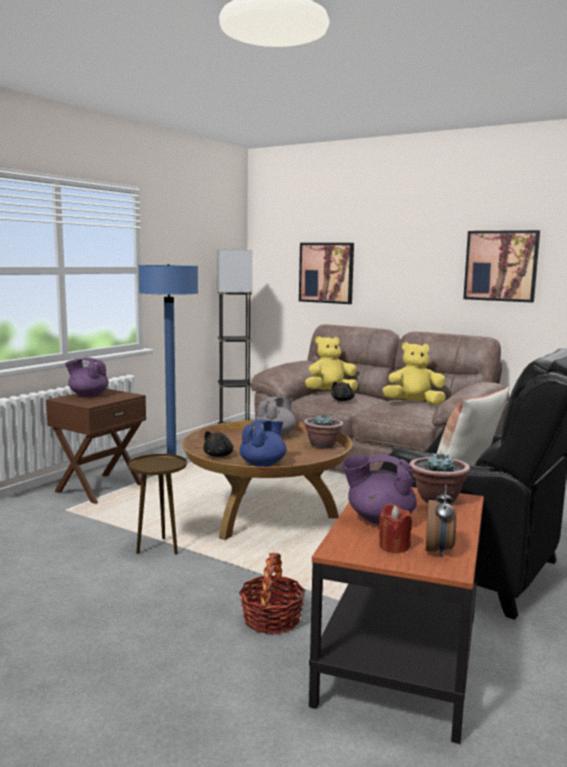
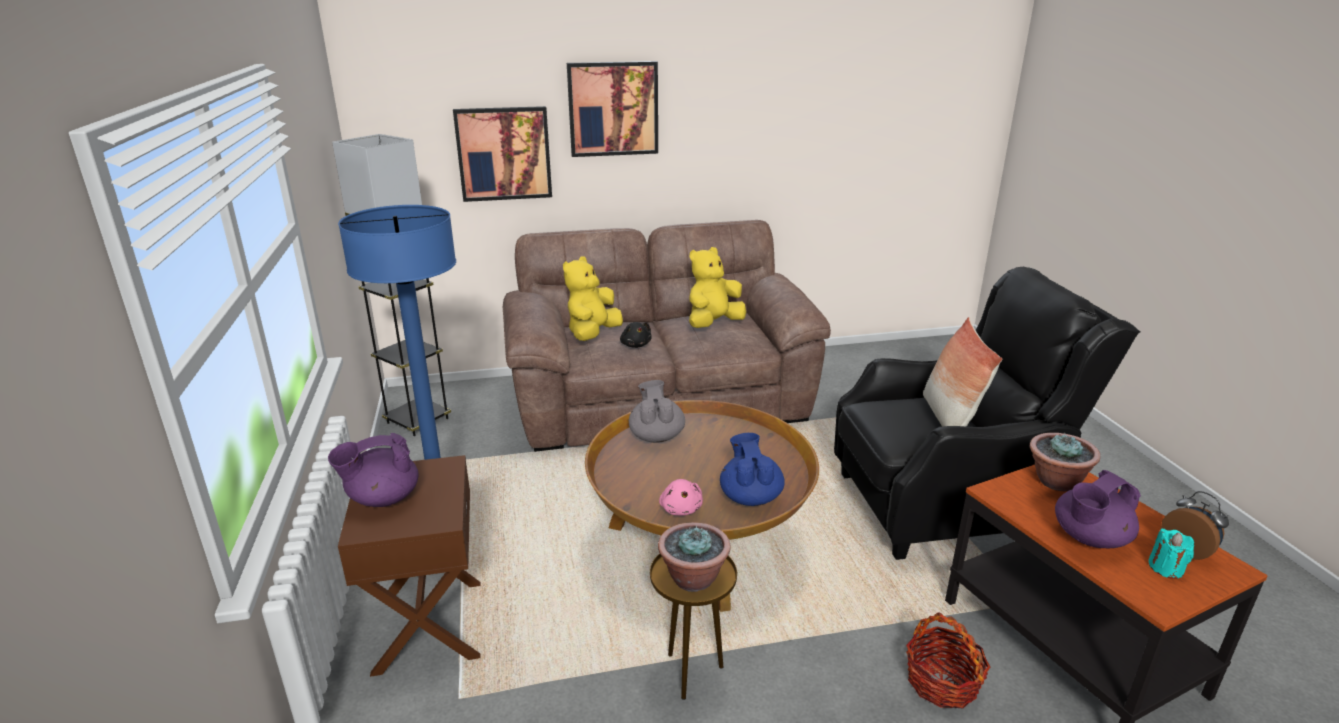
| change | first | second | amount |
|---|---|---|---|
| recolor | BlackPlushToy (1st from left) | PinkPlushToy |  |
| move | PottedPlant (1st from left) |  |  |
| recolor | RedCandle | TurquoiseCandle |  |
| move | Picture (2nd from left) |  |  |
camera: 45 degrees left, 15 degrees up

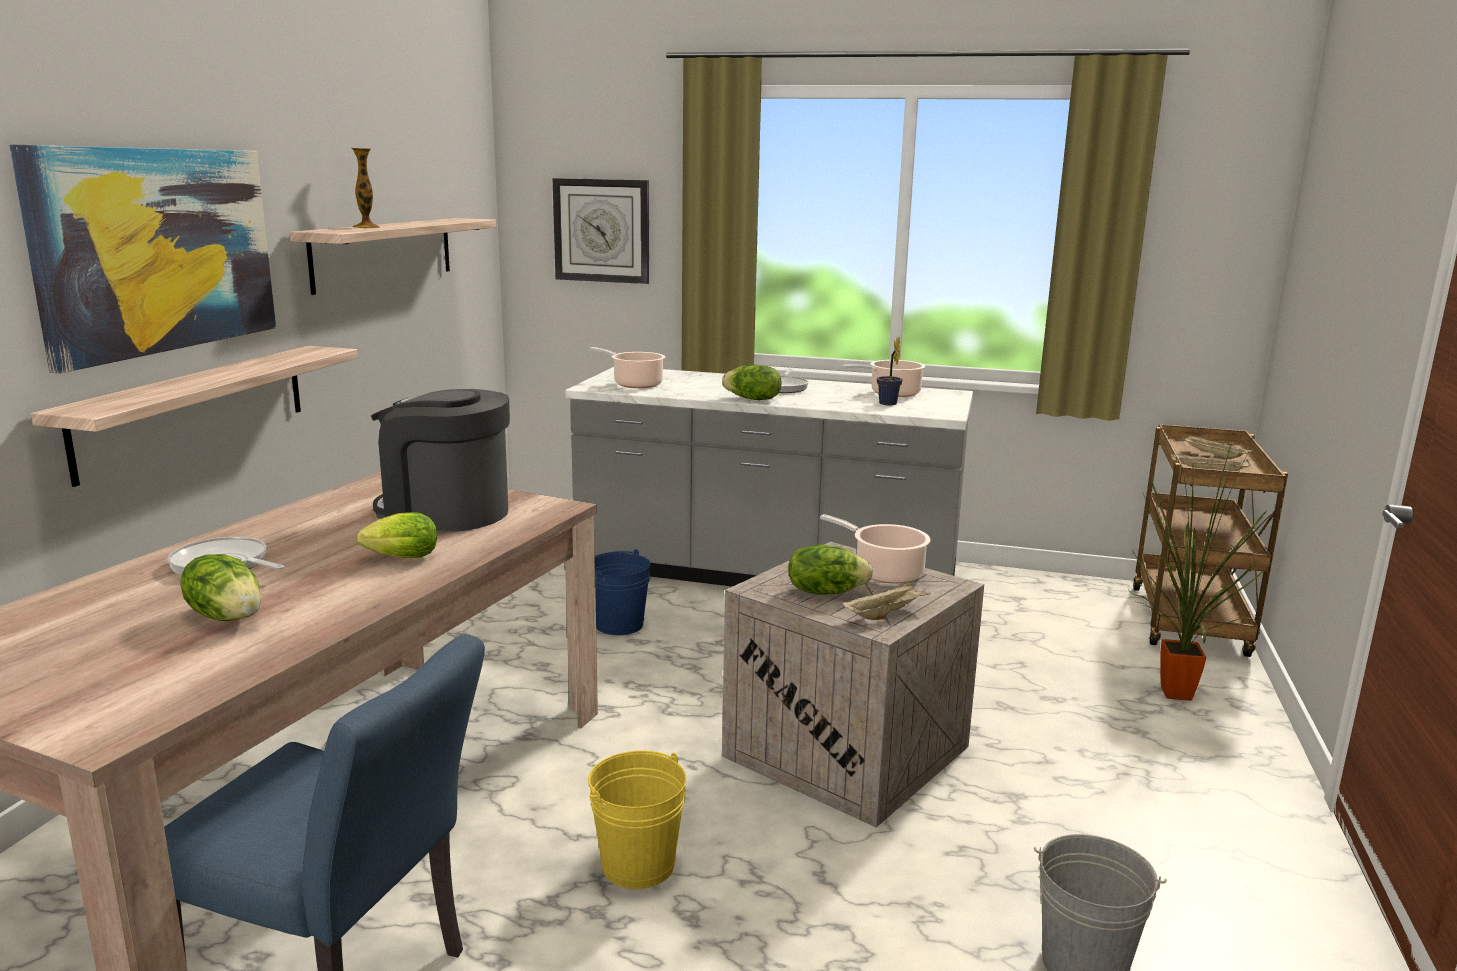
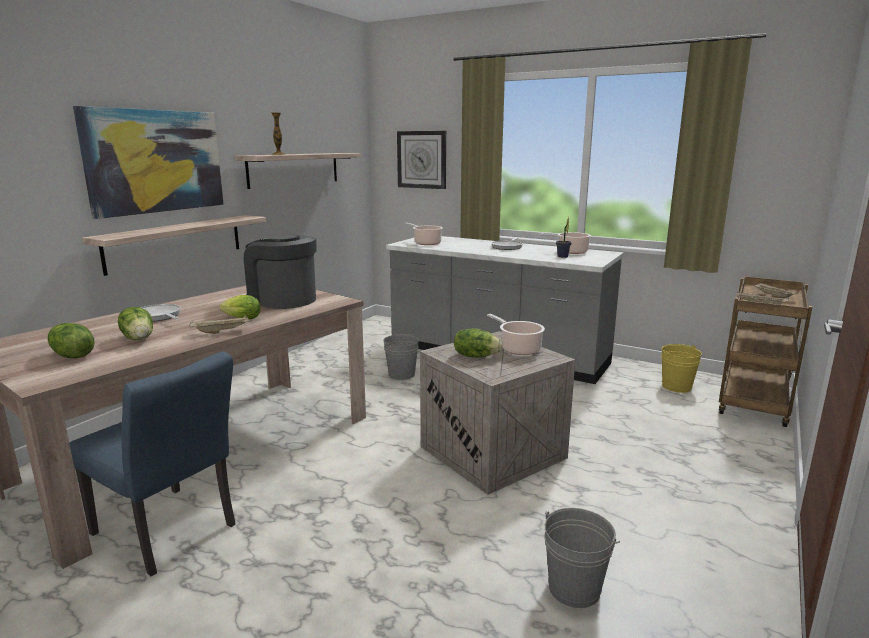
| change | first | second | amount |
|---|---|---|---|
| move | YellowBucket |  |  |
| recolor | BlueBucket | GreyBucket (1st from left) |  |
| move | Lettuce (3rd from left in the first image) | Lettuce (1st from left) |  |
| move | BeigeTray (1st from left) |  |  |
| delete | PottedPlant (2nd from left) |  |  |
camera: 15 degrees right, 0 degrees up

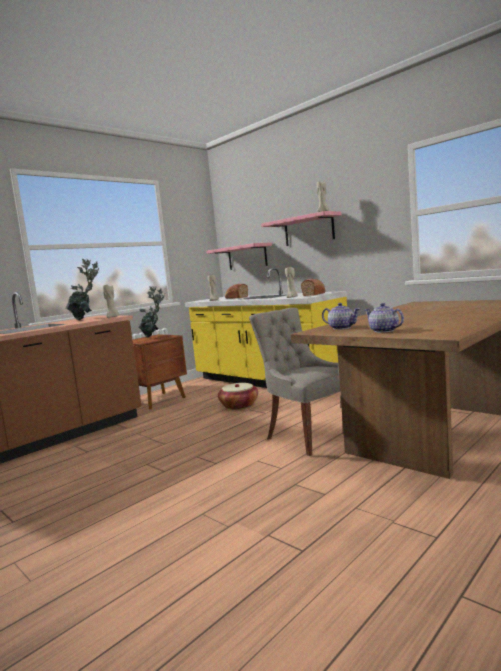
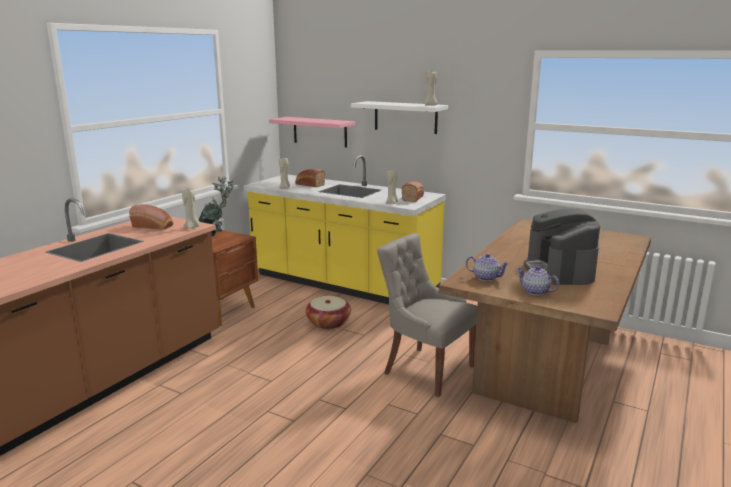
| change | first | second | amount |
|---|---|---|---|
| replace | PottedPlant (1st from left) | Bread (1st from left) |  |
| recolor | PinkShelf (2nd from left) | WhiteShelf |  |
| insert |  | CoffeeMachine |  |
camera: 15 degrees left, 10 degrees up

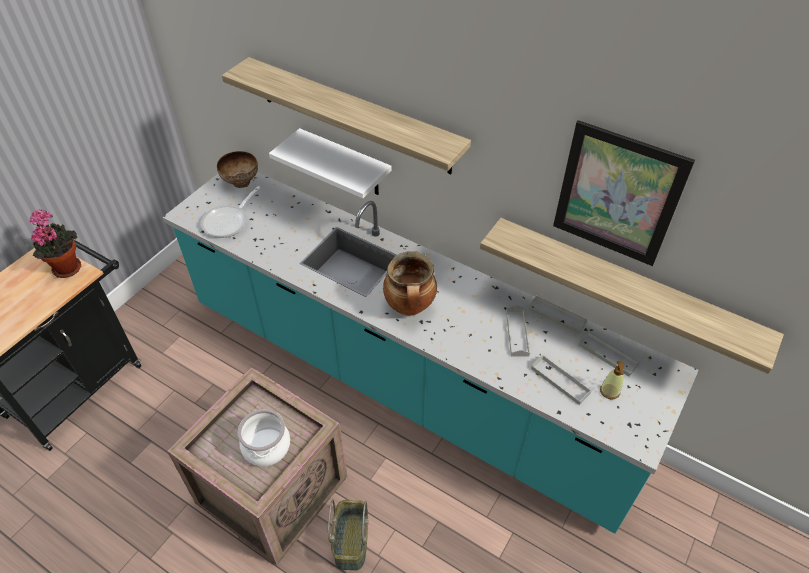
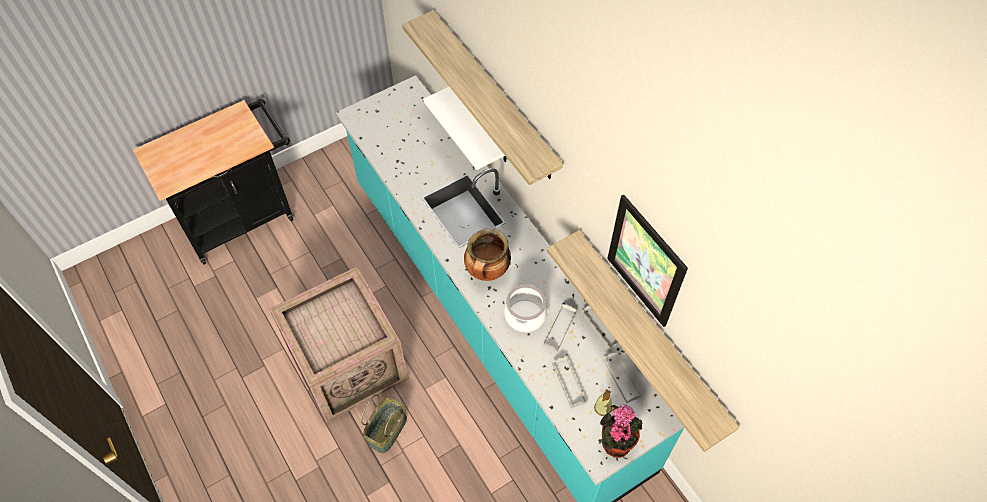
| change | first | second | amount |
|---|---|---|---|
| move | PottedPlant |  |  |
| delete | FryingPan |  |  |
| delete | Bowl |  |  |
| move | CookingPot (1st from left in the first image) | CookingPot (2nd from left) |  |
camera: 25 degrees right, 10 degrees up

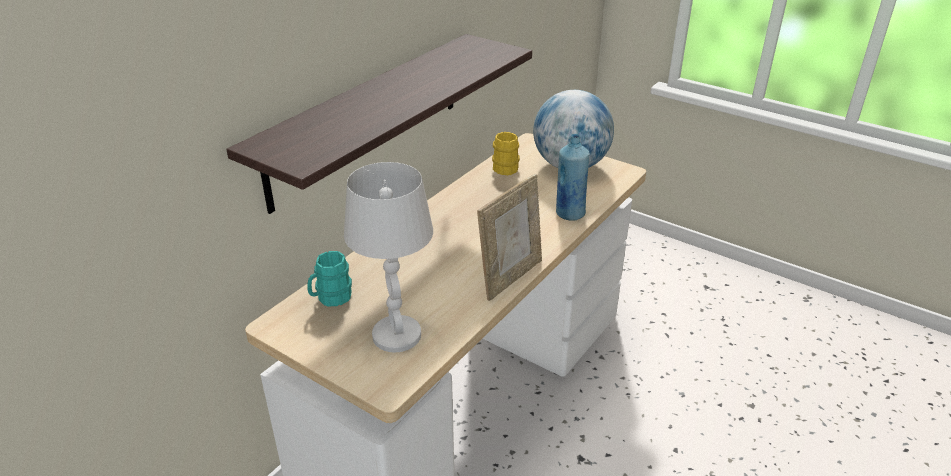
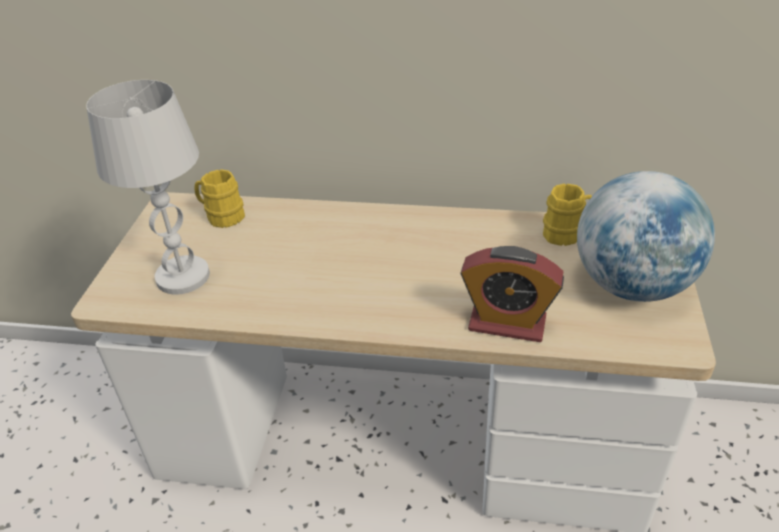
| change | first | second | amount |
|---|---|---|---|
| delete | Shelf |  |  |
| recolor | TurquoiseMug | YellowMug (1st from left) |  |
| delete | PictureFrame |  |  |
| replace | BlueBottle | AlarmClock |  |
camera: 65 degrees right, 5 degrees up

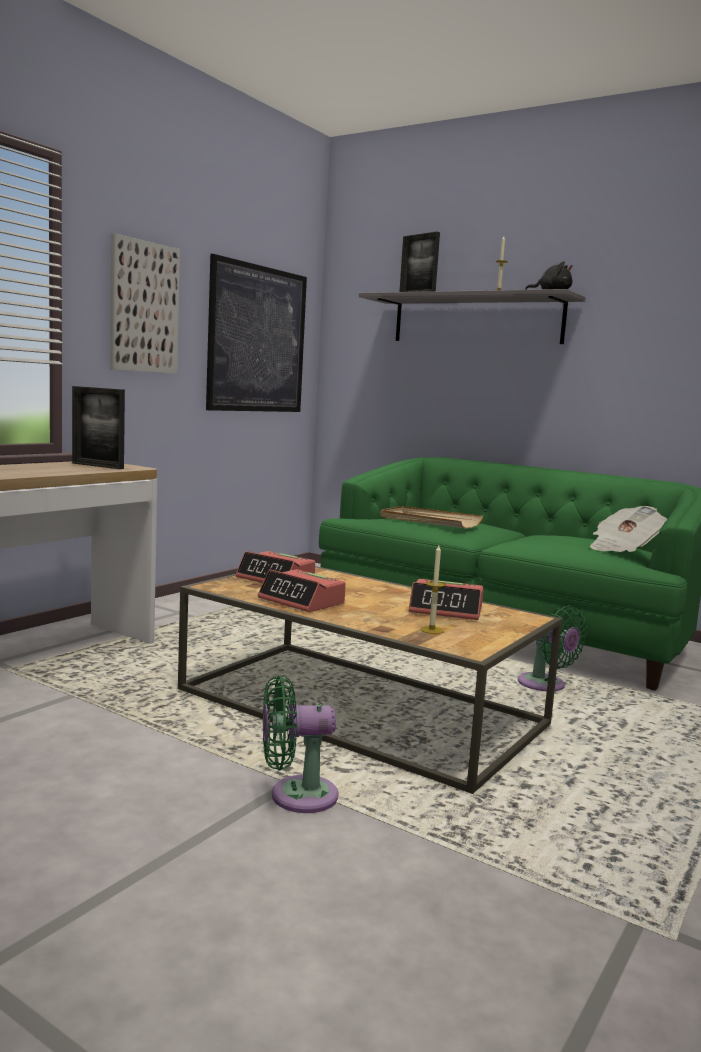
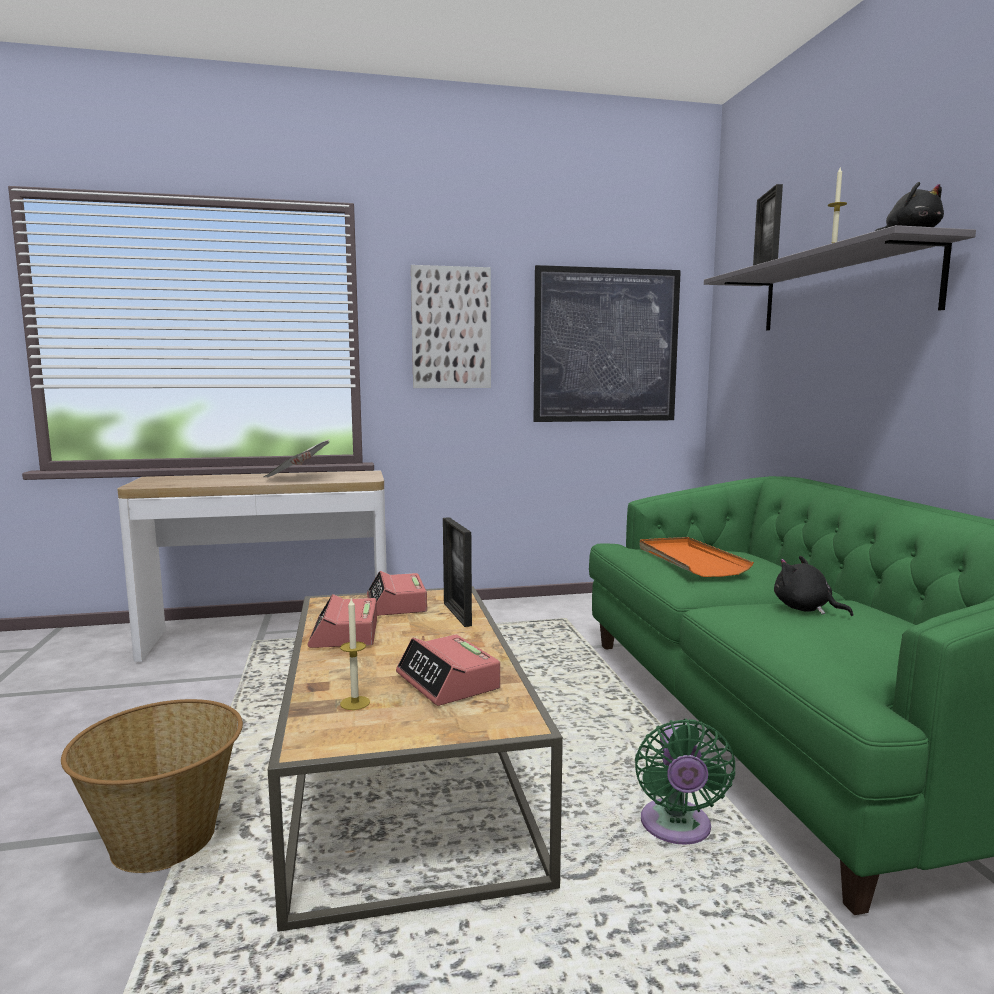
| change | first | second | amount |
|---|---|---|---|
| move | PictureFrame (1st from left) |  |  |
| replace | GreenFan (1st from left) | Basket |  |
| recolor | BeigeTray | OrangeTray |  |
| move | Newspaper |  |  |
| insert |  | BlackPlushToy (1st from left) |  |
camera: 45 degrees right, 0 degrees up

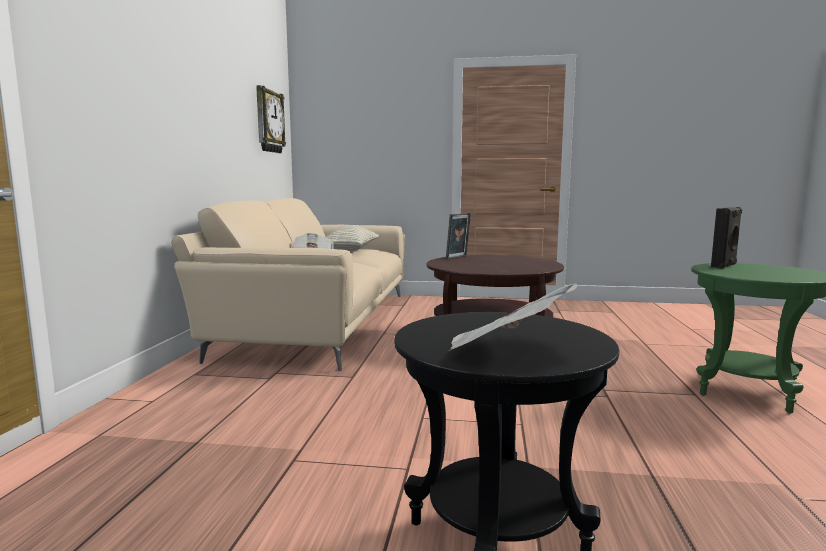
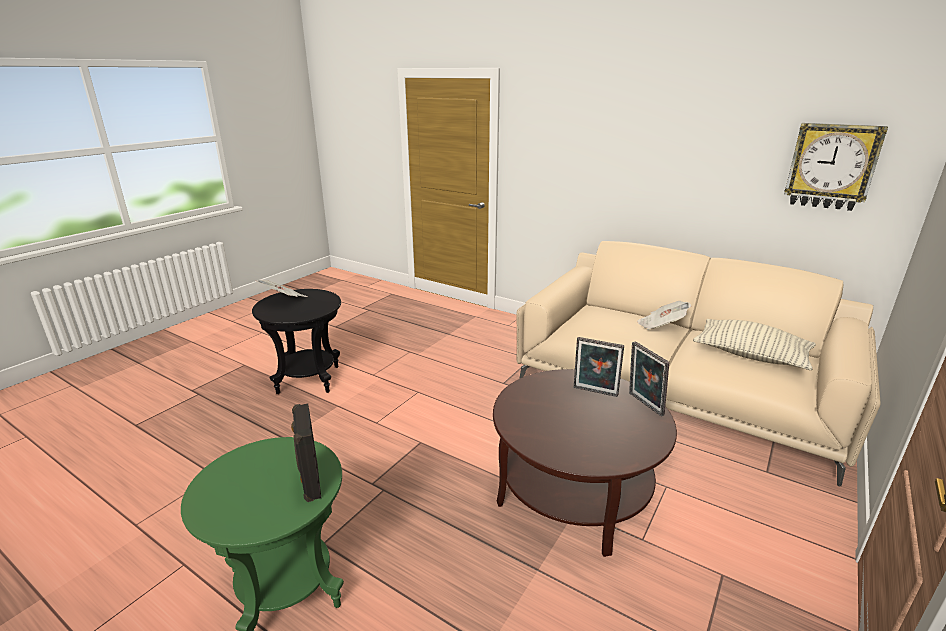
| change | first | second | amount |
|---|---|---|---|
| insert |  | PictureFrame (1st from left) |  |
camera: 115 degrees right, 15 degrees up

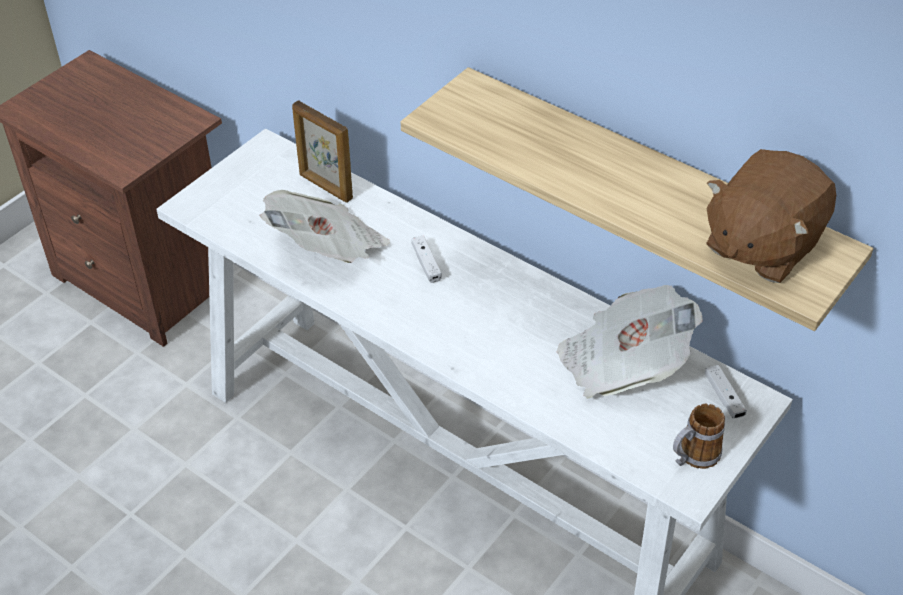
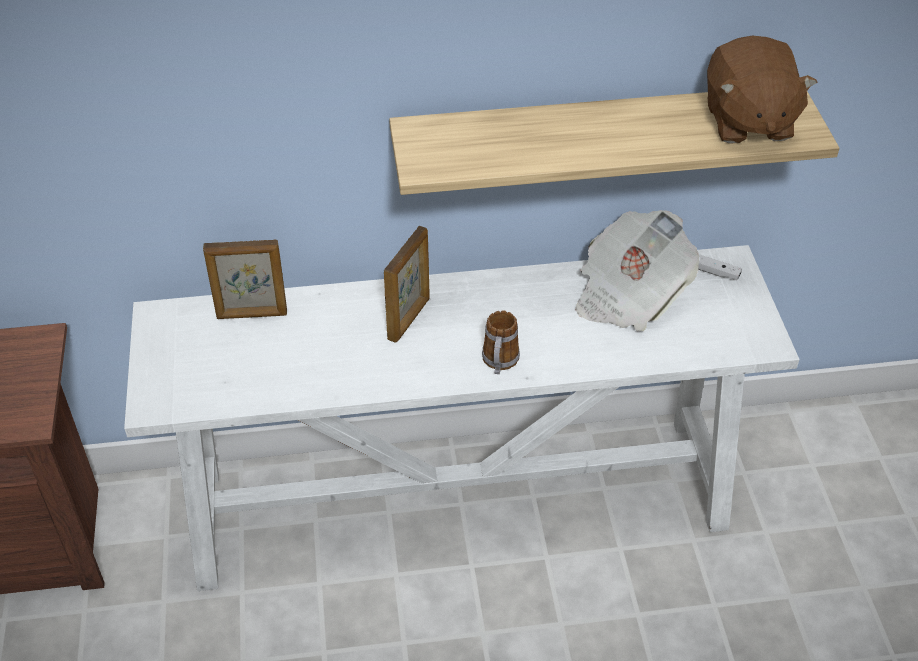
| change | first | second | amount |
|---|---|---|---|
| delete | Newspaper (1st from left) |  |  |
| replace | WhiteGameController (1st from left) | PictureFrame (2nd from left) |  |
| move | Mug |  |  |
camera: 45 degrees left, 0 degrees up

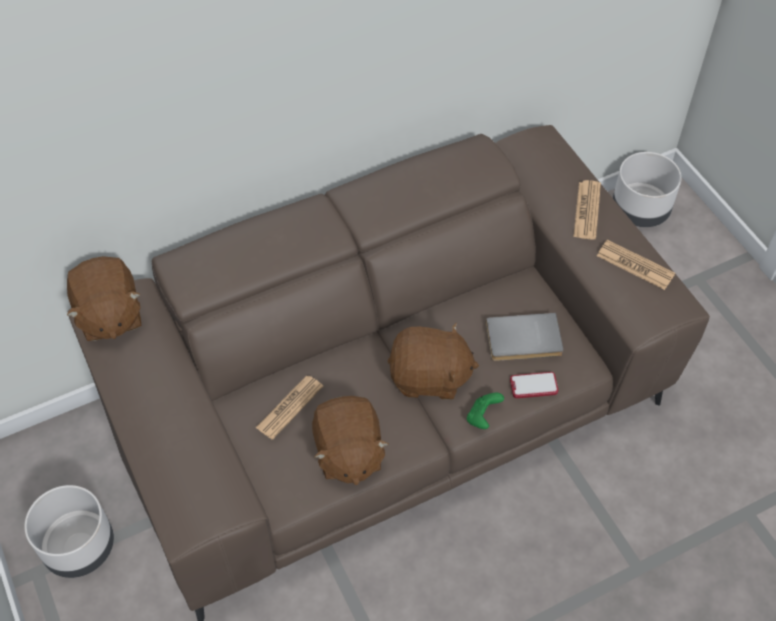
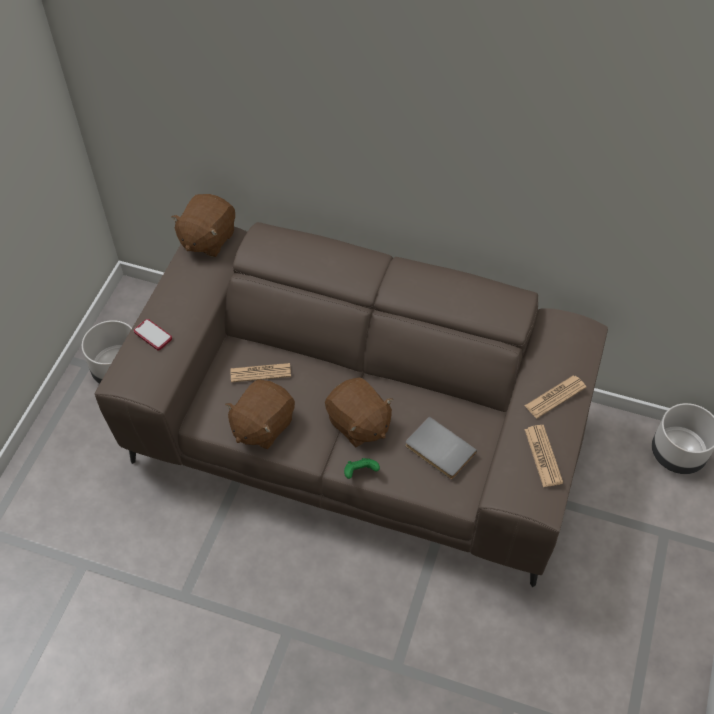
| change | first | second | amount |
|---|---|---|---|
| move | Phone |  |  |
camera: 45 degrees right, 0 degrees up

